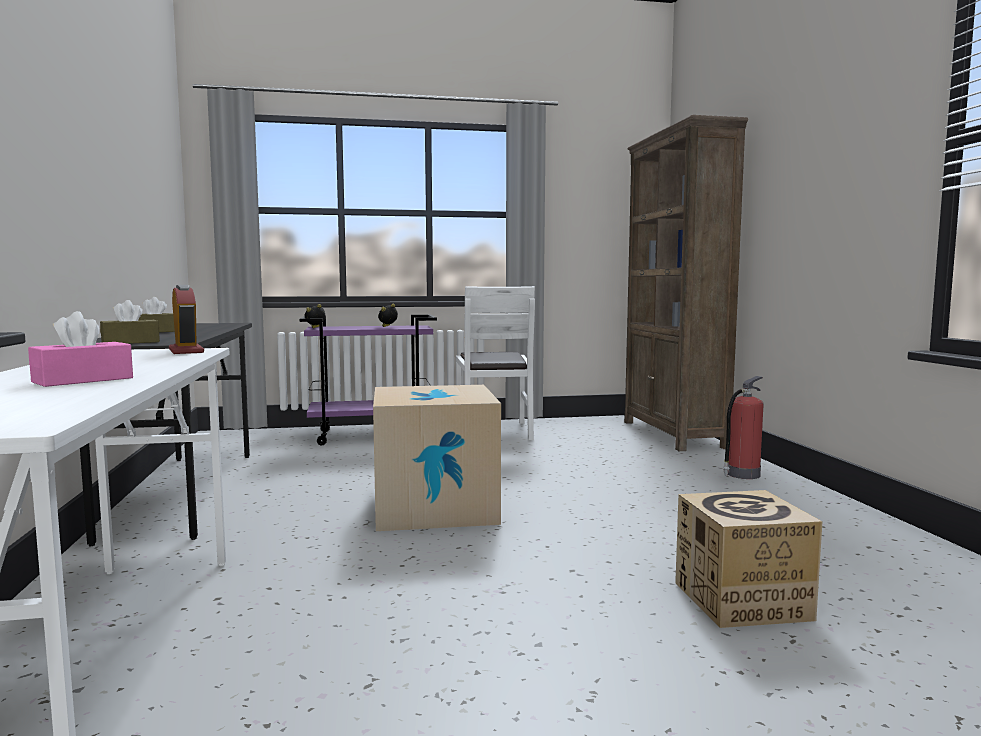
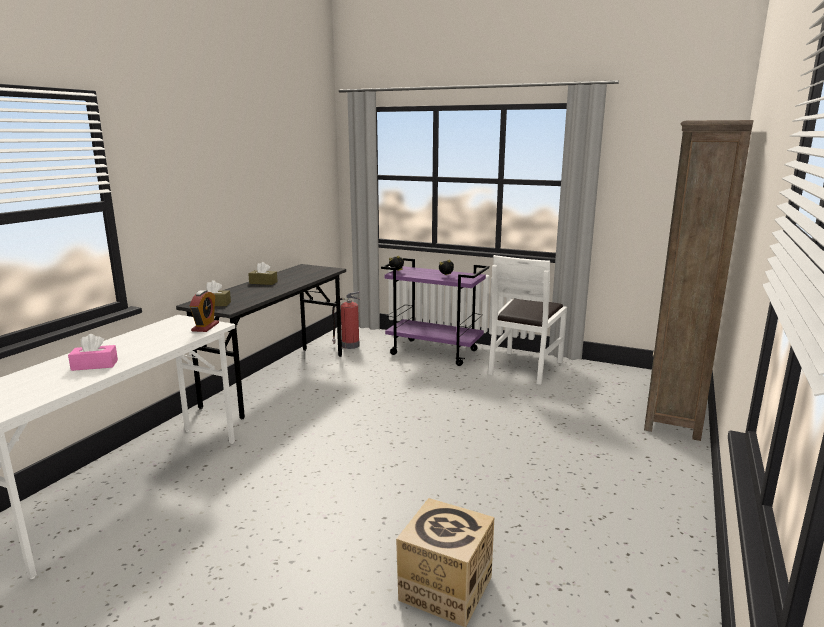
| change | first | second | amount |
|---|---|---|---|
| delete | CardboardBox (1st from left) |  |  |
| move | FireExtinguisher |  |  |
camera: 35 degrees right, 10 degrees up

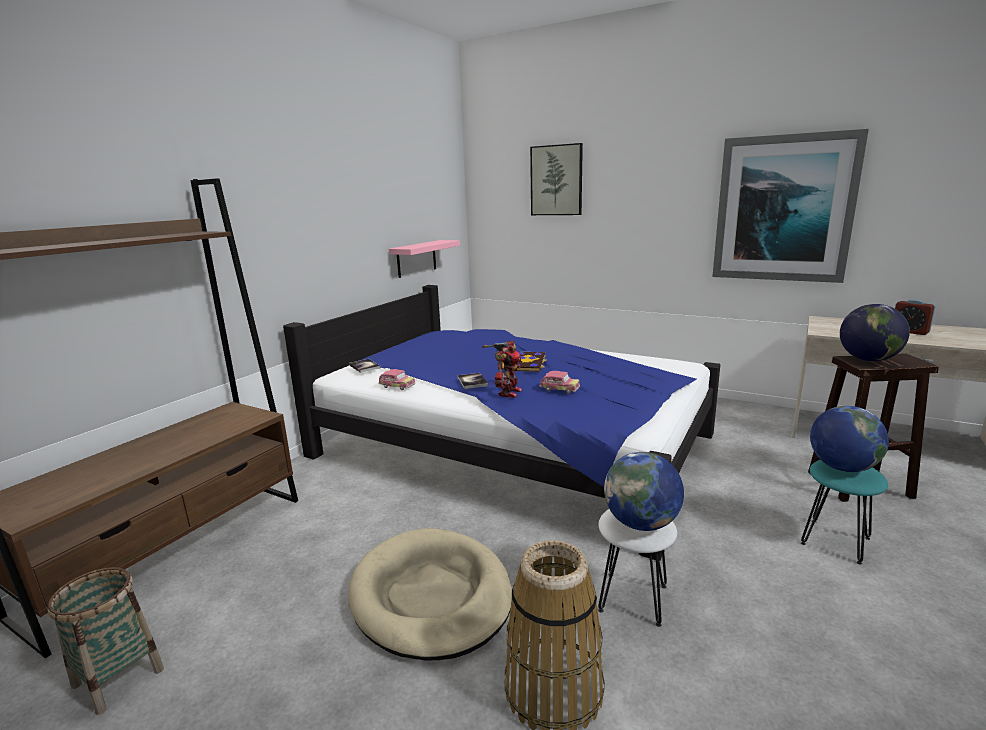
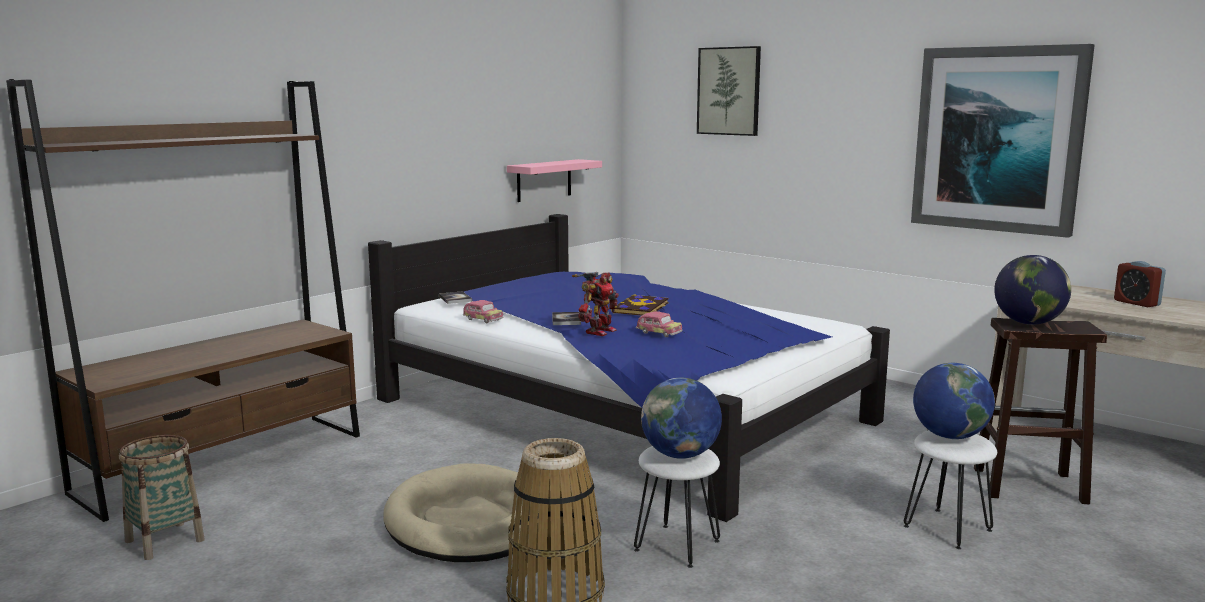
| change | first | second | amount |
|---|---|---|---|
| recolor | TurquoiseStool | WhiteStool (2nd from left) |  |
camera: 10 degrees right, 5 degrees down

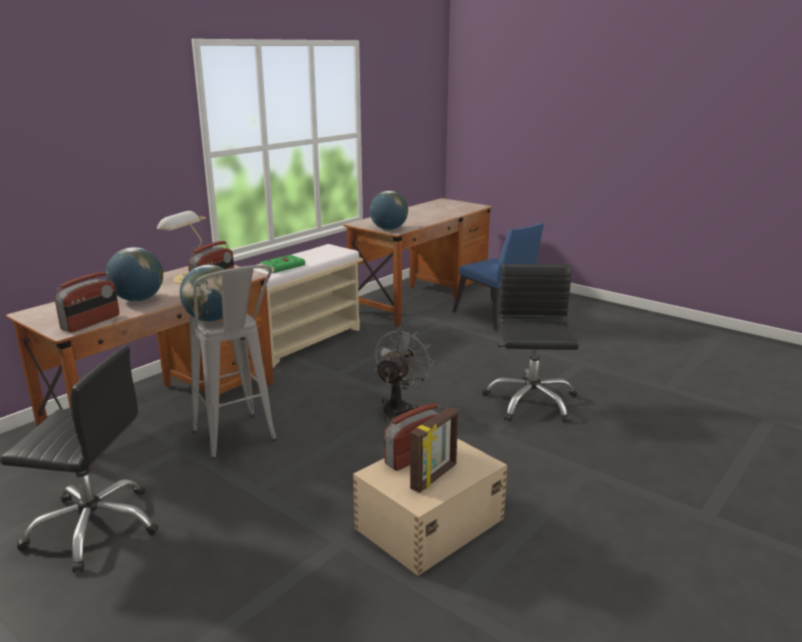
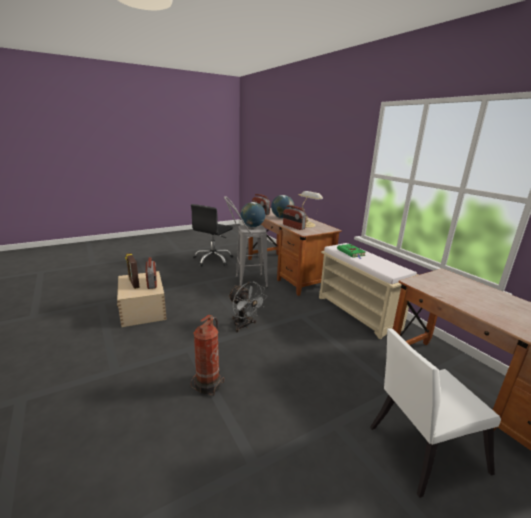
| change | first | second | amount |
|---|---|---|---|
| delete | Globe (3rd from left) |  |  |
| recolor | BlueChair | WhiteChair |  |
| replace | BlackOfficeChair (2nd from left) | FireExtinguisher |  |
camera: 110 degrees right, 0 degrees up

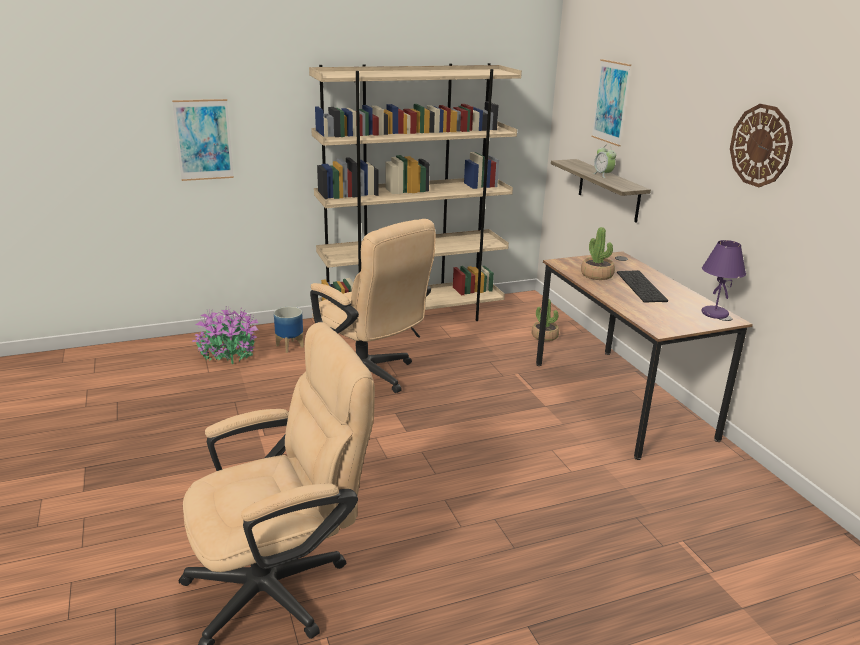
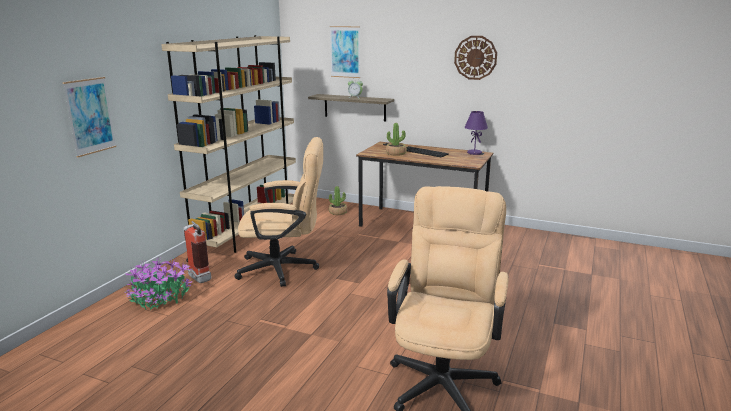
| change | first | second | amount |
|---|---|---|---|
| replace | Planter | FireExtinguisher |  |
camera: 45 degrees left, 5 degrees down

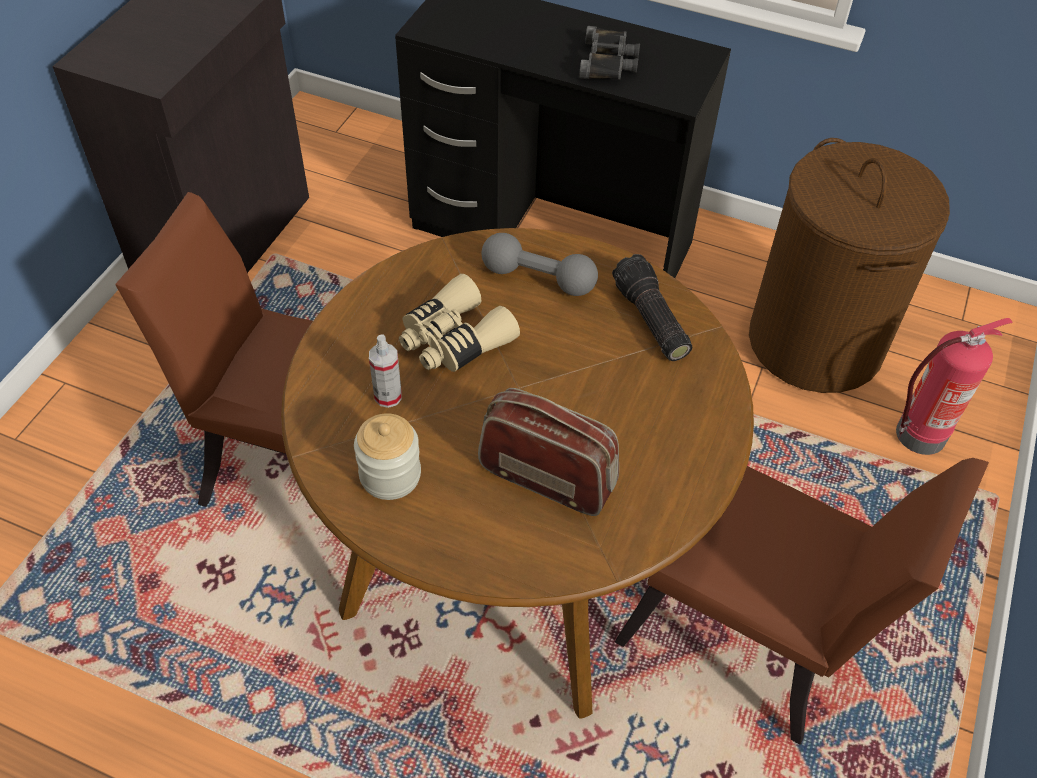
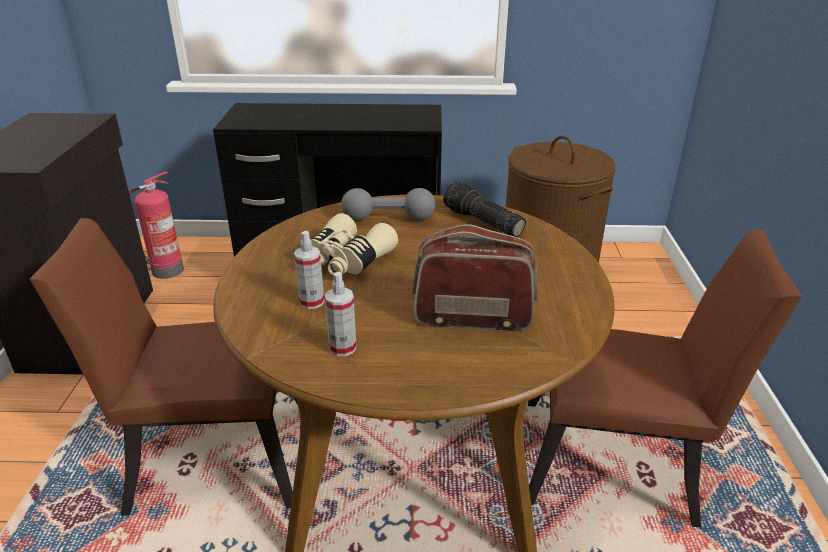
| change | first | second | amount |
|---|---|---|---|
| replace | Jar | SprayBottle (2nd from left) |  |
| delete | BlackBinoculars |  |  |
| move | FireExtinguisher |  |  |
camera: 20 degrees left, 20 degrees down

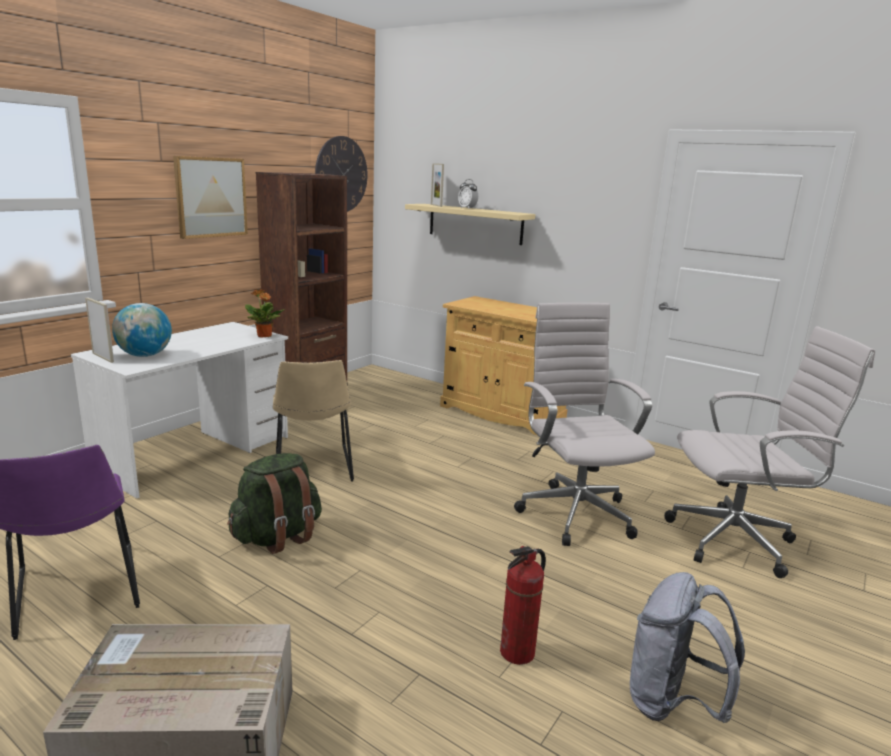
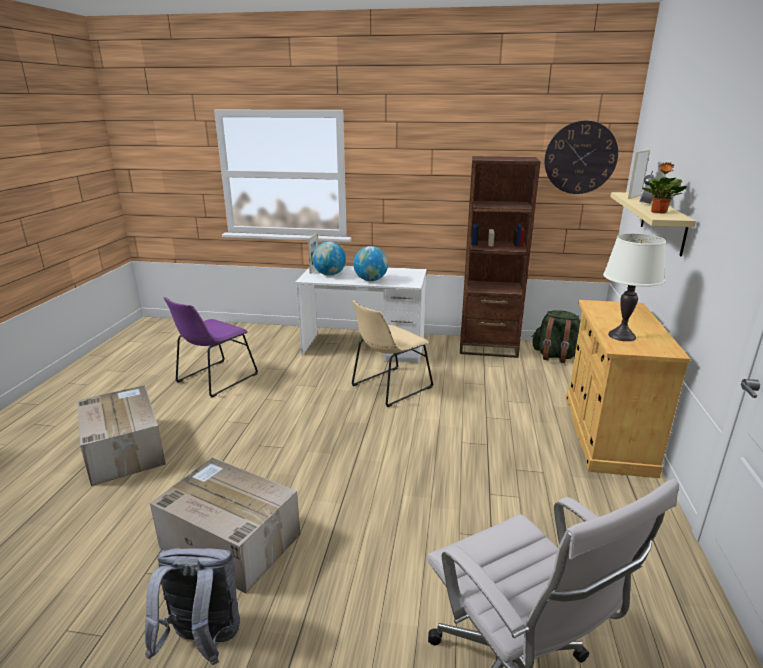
| change | first | second | amount |
|---|---|---|---|
| delete | Picture |  |  |
| move | GreenBackpack |  |  |
| move | PottedPlant |  |  |
| replace | FireExtinguisher | CardboardBox (2nd from left) |  |
| delete | WhiteOfficeChair (1st from left) |  |  |
| insert |  | Globe (2nd from left) |  |
| insert |  | WhiteTableLamp |  |
camera: 65 degrees right, 5 degrees up

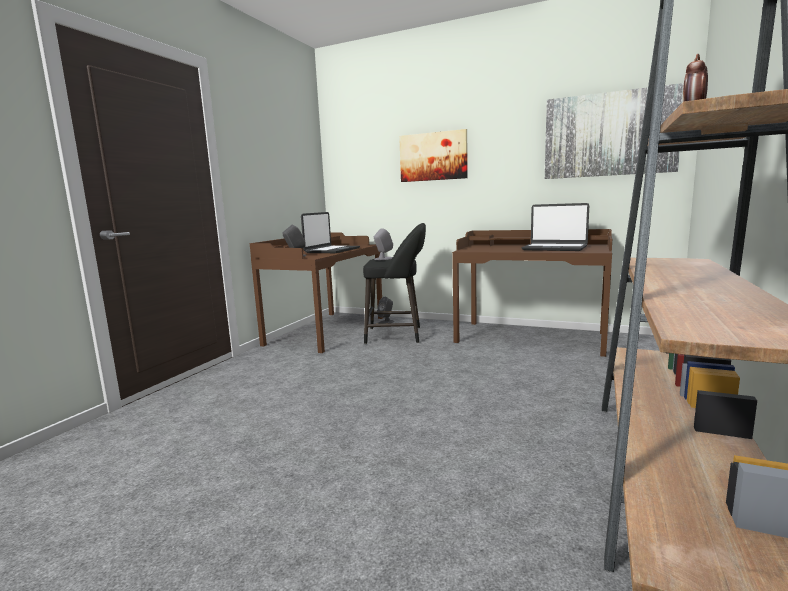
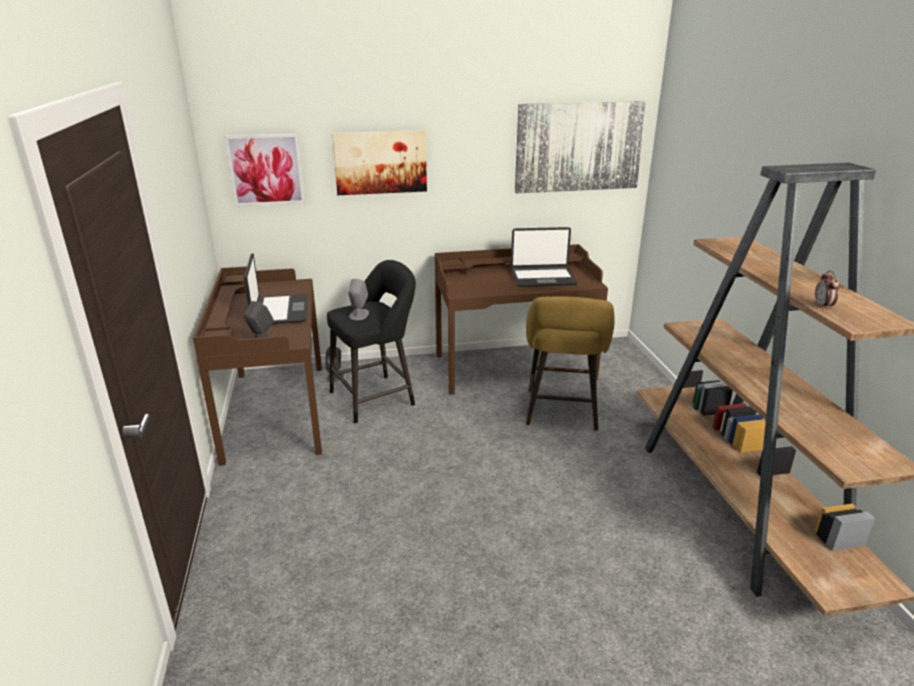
| change | first | second | amount |
|---|---|---|---|
| insert |  | Picture (1st from left) |  |
| insert |  | YellowStool |  |
camera: 35 degrees left, 15 degrees up

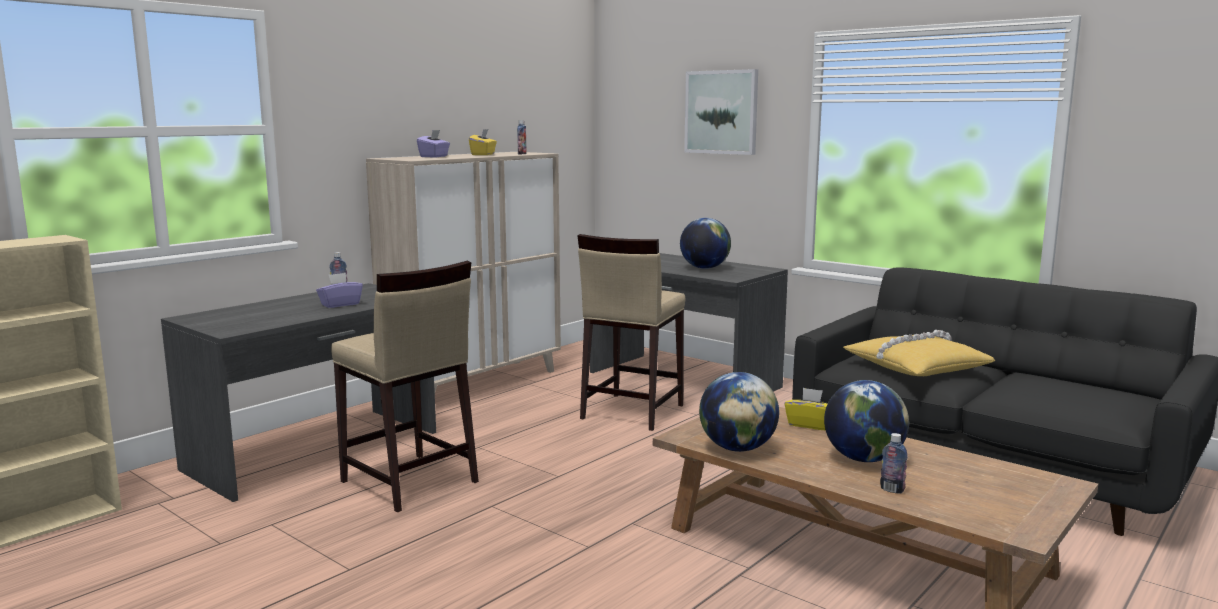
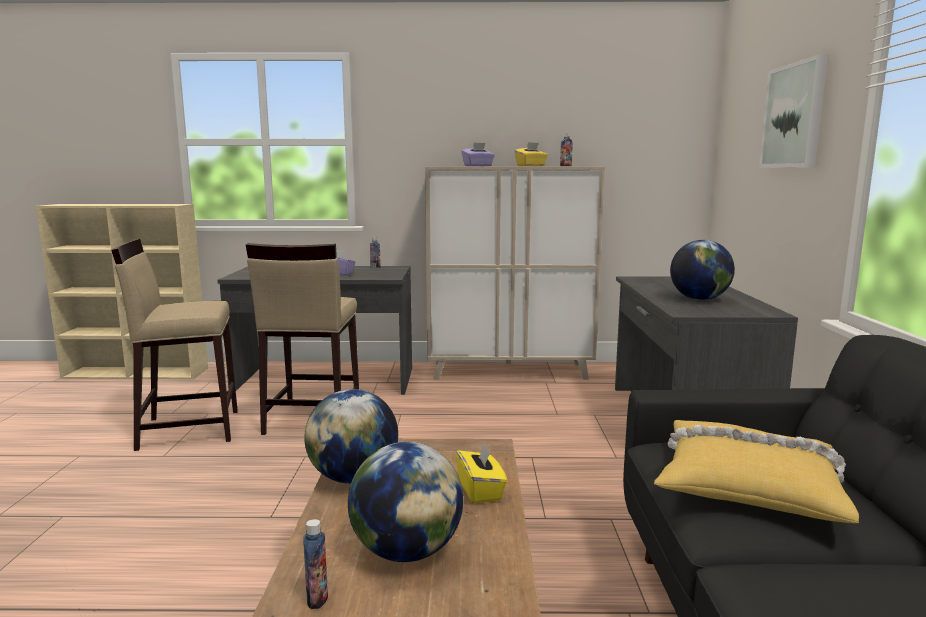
| change | first | second | amount |
|---|---|---|---|
| move | BeigeStool (2nd from left in the first image) | BeigeStool (1st from left) |  |
camera: 50 degrees right, 0 degrees up

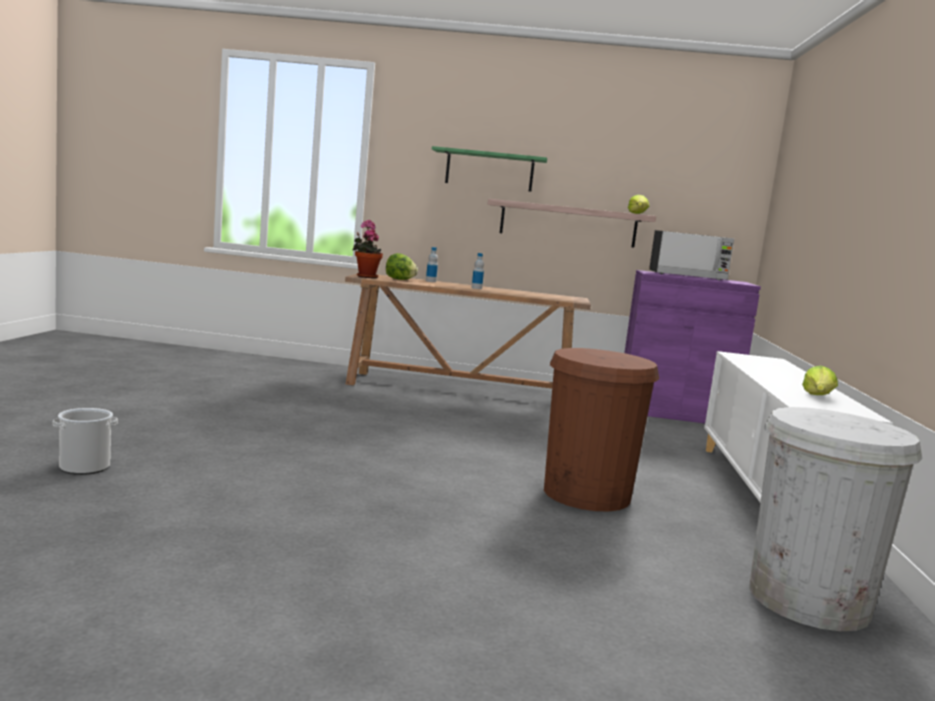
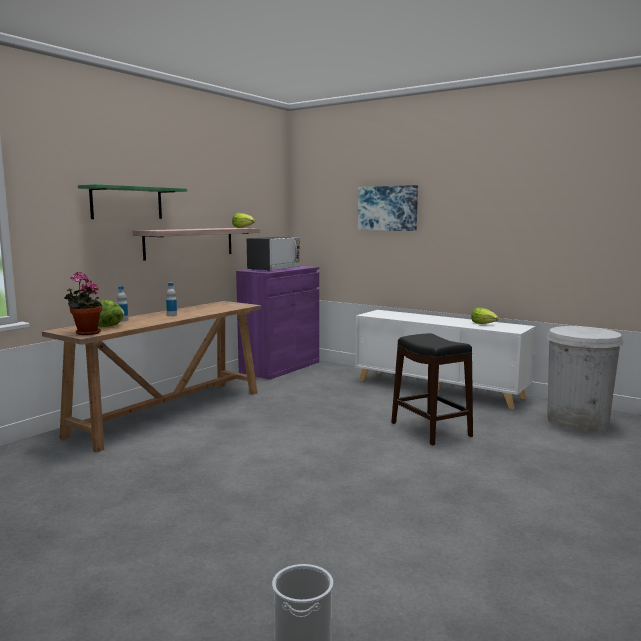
| change | first | second | amount |
|---|---|---|---|
| replace | BrownTrashCan | BlackStool |  |
| insert |  | Picture |  |
camera: 60 degrees left, 0 degrees up

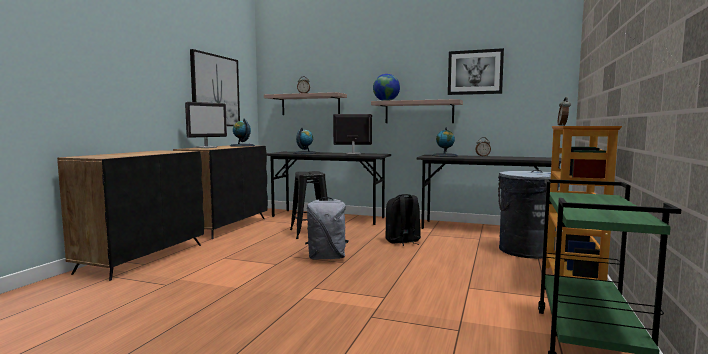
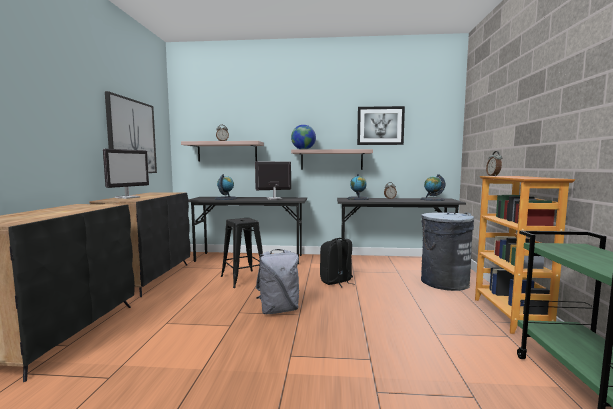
| change | first | second | amount |
|---|---|---|---|
| move | Globe (1st from left in the first image) | Globe (4th from left) |  |
camera: 15 degrees left, 0 degrees up

